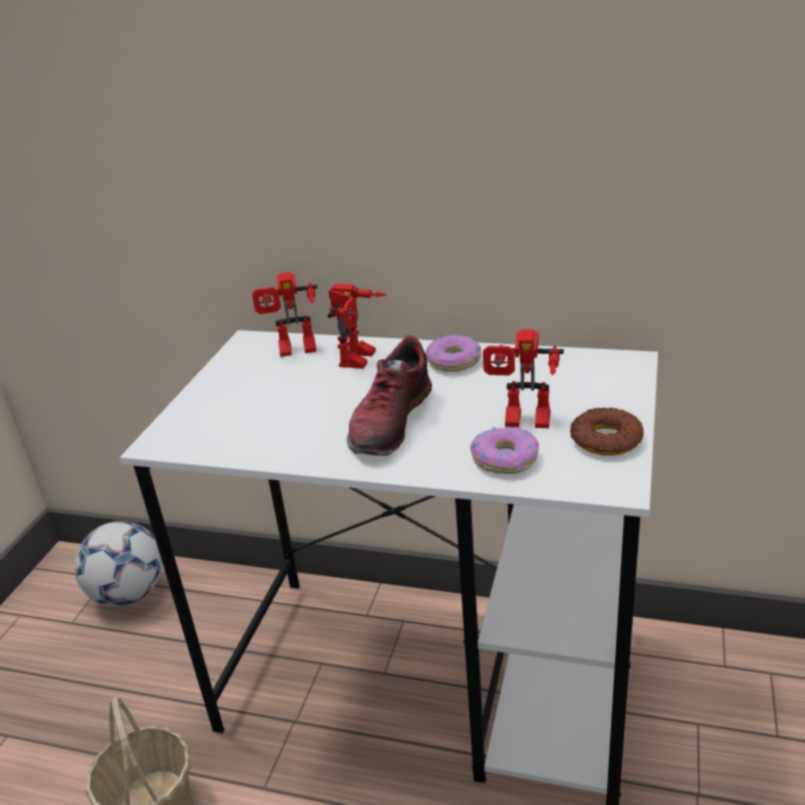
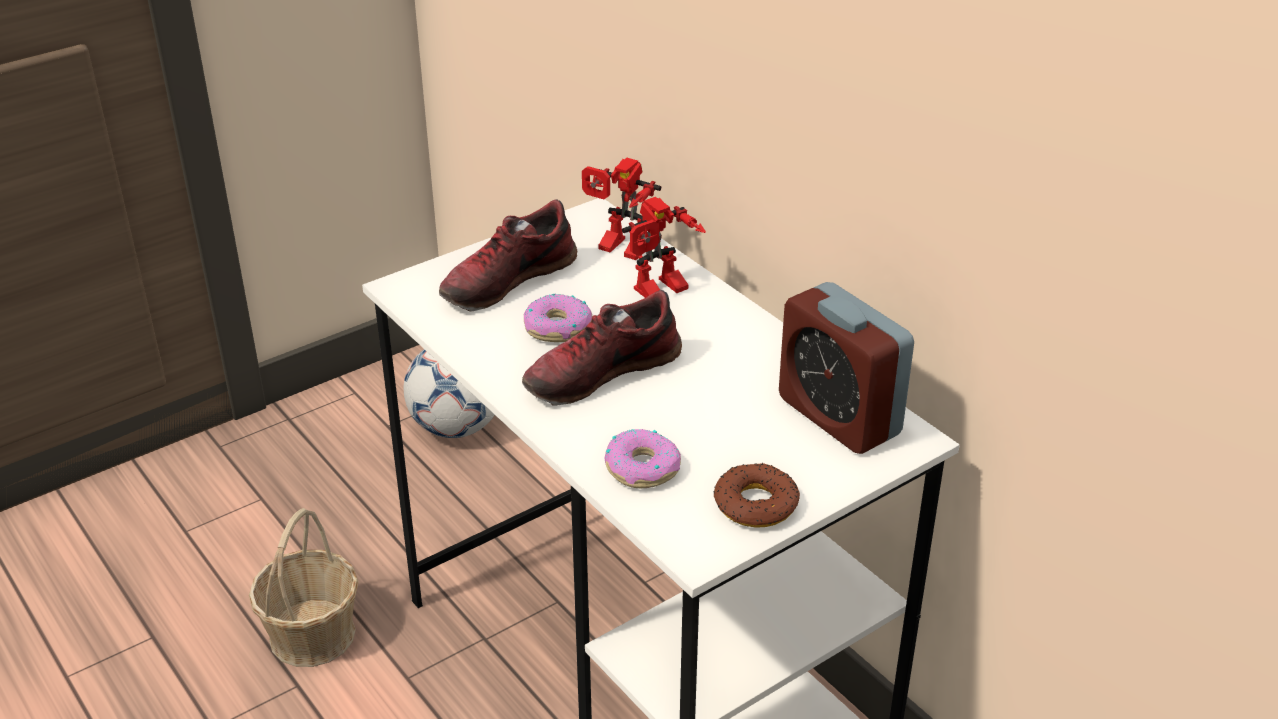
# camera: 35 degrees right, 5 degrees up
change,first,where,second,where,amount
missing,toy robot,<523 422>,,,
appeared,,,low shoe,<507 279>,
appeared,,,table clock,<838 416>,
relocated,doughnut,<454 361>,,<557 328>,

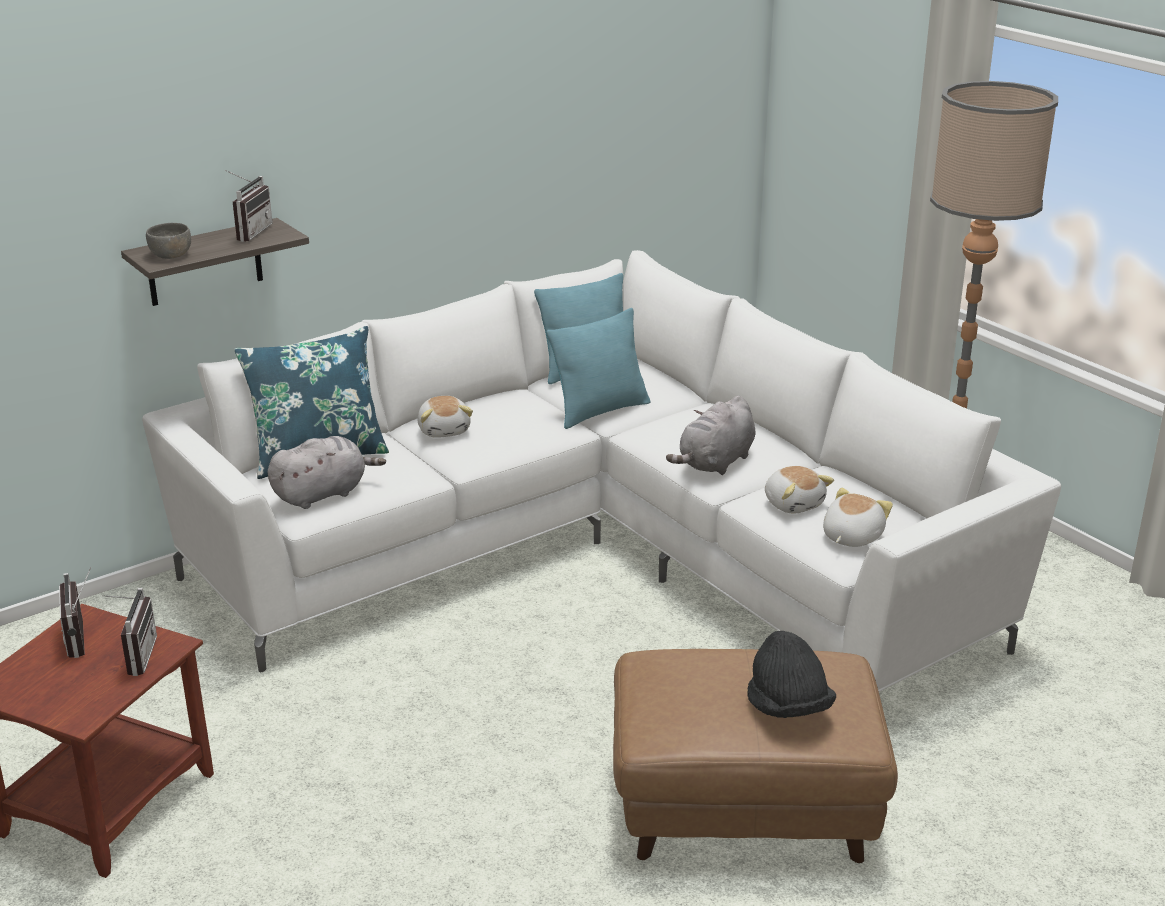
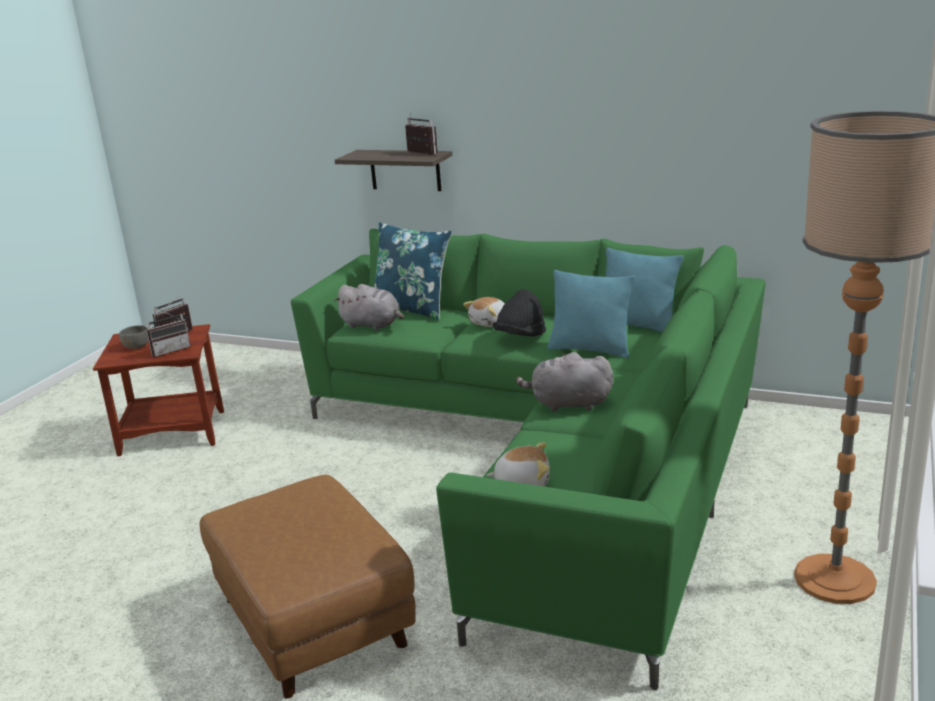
# camera: 60 degrees right, 5 degrees down
change,first,where,second,where,amount
missing,soft toy,<794 503>,,,
relocated,bowl in gray,<171 255>,,<136 346>,
relocated,clothing hat in black-coloured,<788 707>,,<520 336>,
colour,sofa in whitish,<598 554>,sofa in greenish,<555 458>,
spun,radio receiver,<249 232>,,<419 154>,120 degrees counterclockwise

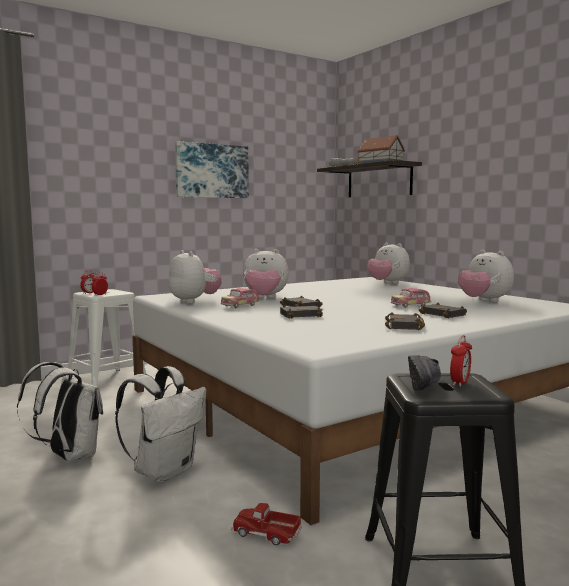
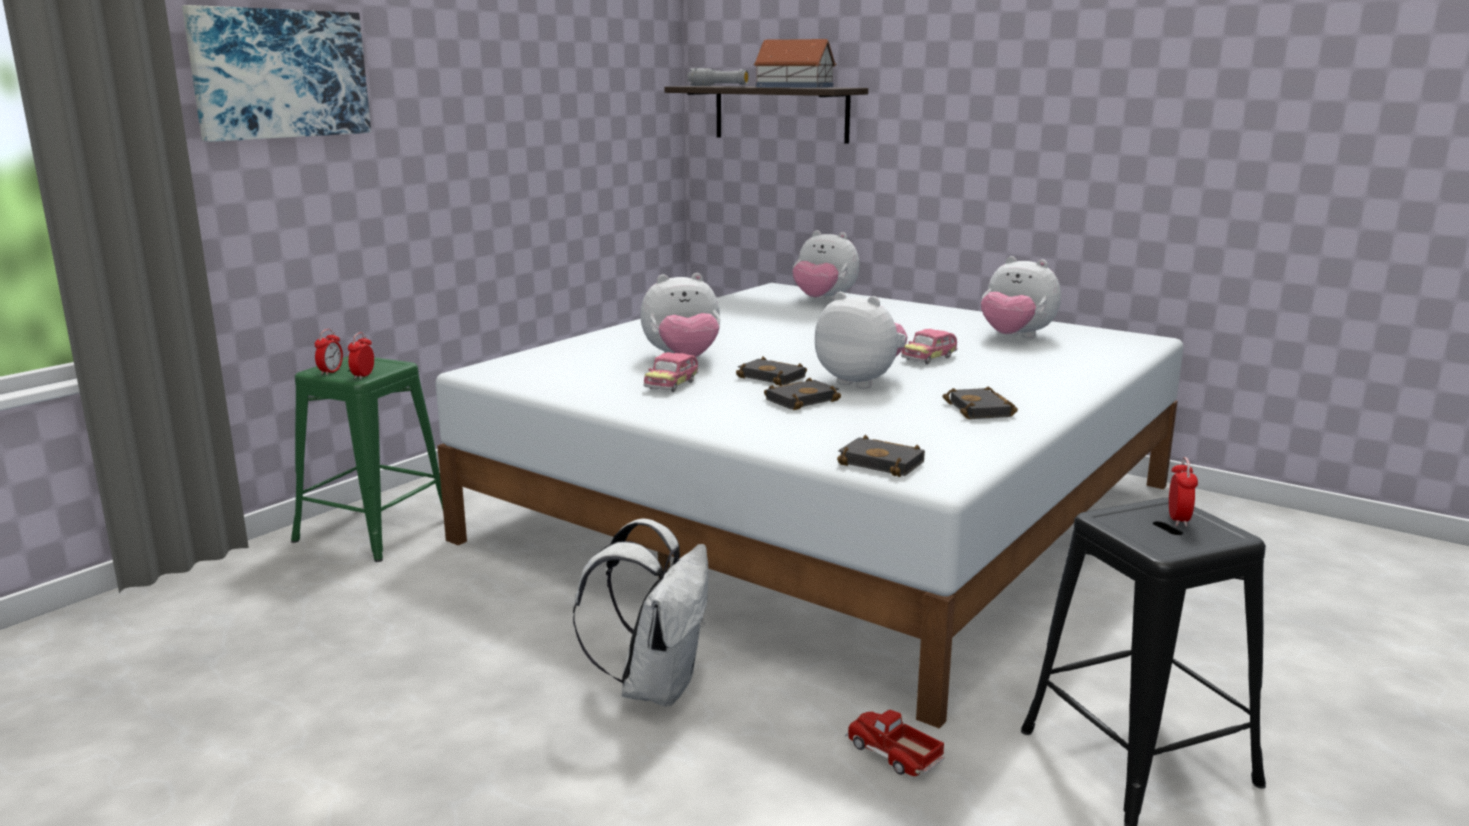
# camera: 20 degrees left, 10 degrees up
change,first,where,second,where,amount
missing,knapsack in whitish,<69 456>,,,
missing,low shoe in black-coloured,<426 385>,,,
relocated,soft toy,<194 301>,,<860 381>,
relocated,picture,<211 171>,,<280 74>,
relocated,volume in black-coloured,<444 314>,,<884 463>,
colour,stool in whitish,<107 381>,stool in greenish,<374 529>,
spun,model truck,<266 533>,,<893 753>,45 degrees clockwise

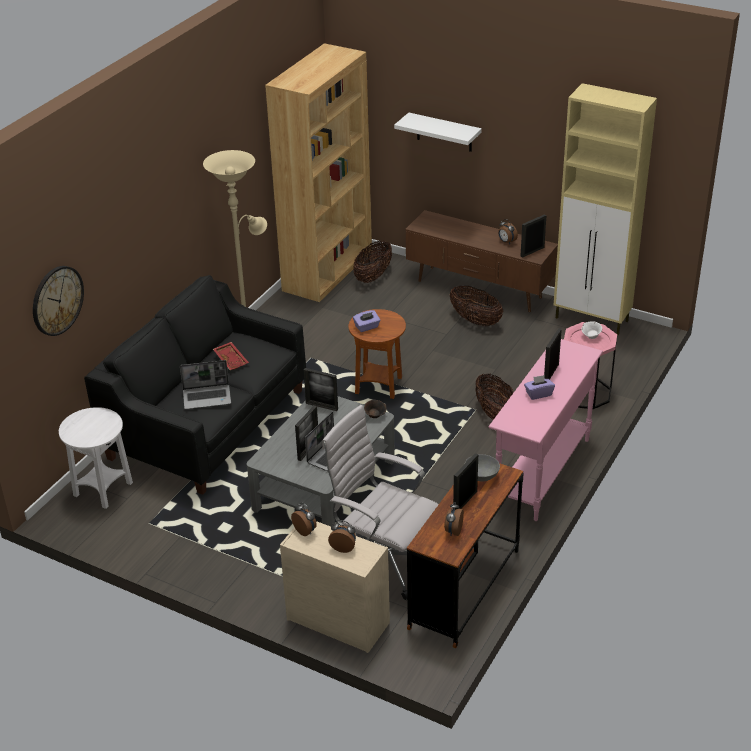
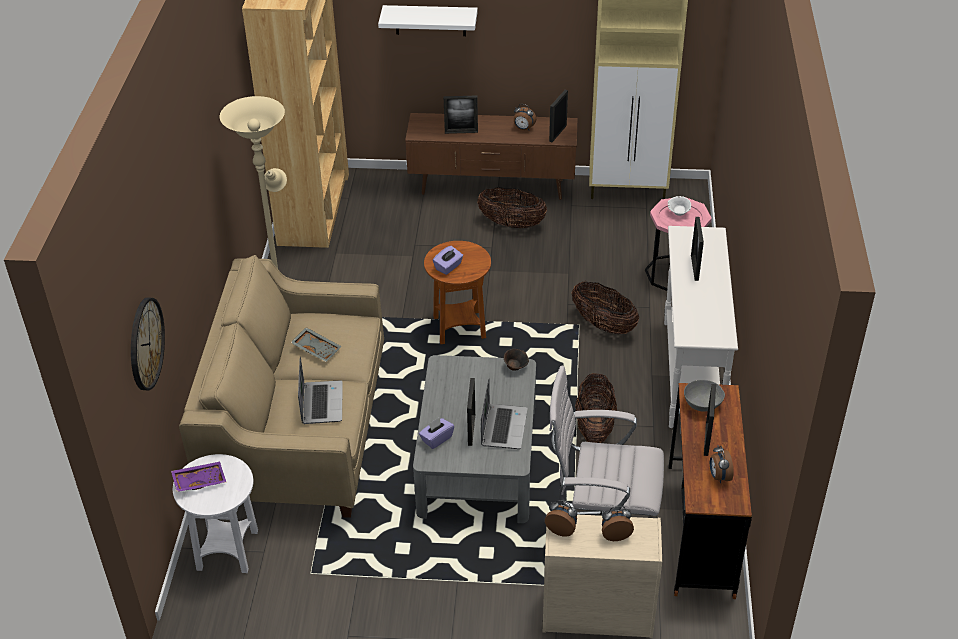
# camera: 25 degrees left, 5 degrees up
change,first,where,second,where,amount
appeared,,,serving tray in purplish,<199 480>,
relocated,standing frame,<322 406>,,<461 132>,
relocated,basket,<373 276>,,<594 426>,
relocated,tissue box in purplish,<538 394>,,<436 439>,
colour,sofa in black-coloured,<207 424>,sofa in beige-coloured,<298 431>,
colour,serving tray in red,<231 360>,serving tray in gray,<317 348>,
colour,hall table in pink-coloured,<542 472>,hall table in whitish,<690 374>,
spun,notebook computer,<207 397>,,<321 403>,60 degrees counterclockwise

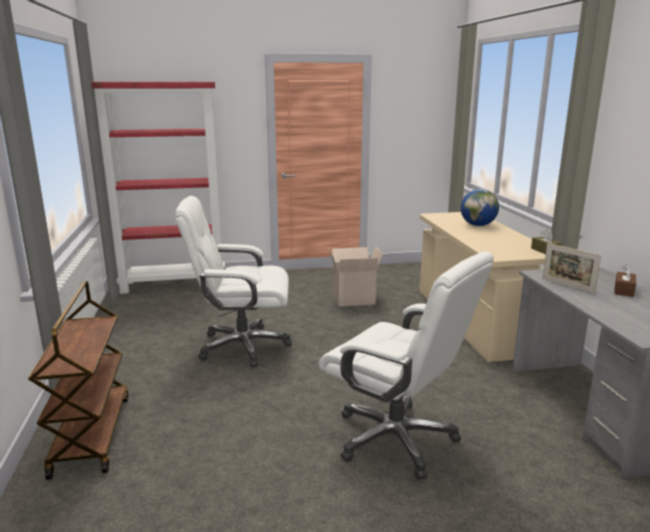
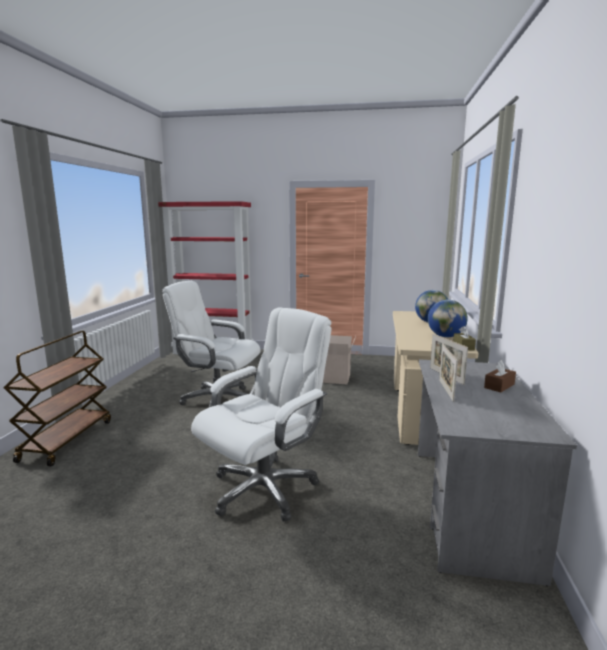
# camera: 20 degrees right, 5 degrees down
change,first,where,second,where,amount
appeared,,,desk globe,<445 336>,
appeared,,,standing frame,<446 390>,
spun,computer chair in whitish,<396 438>,,<264 488>,105 degrees counterclockwise

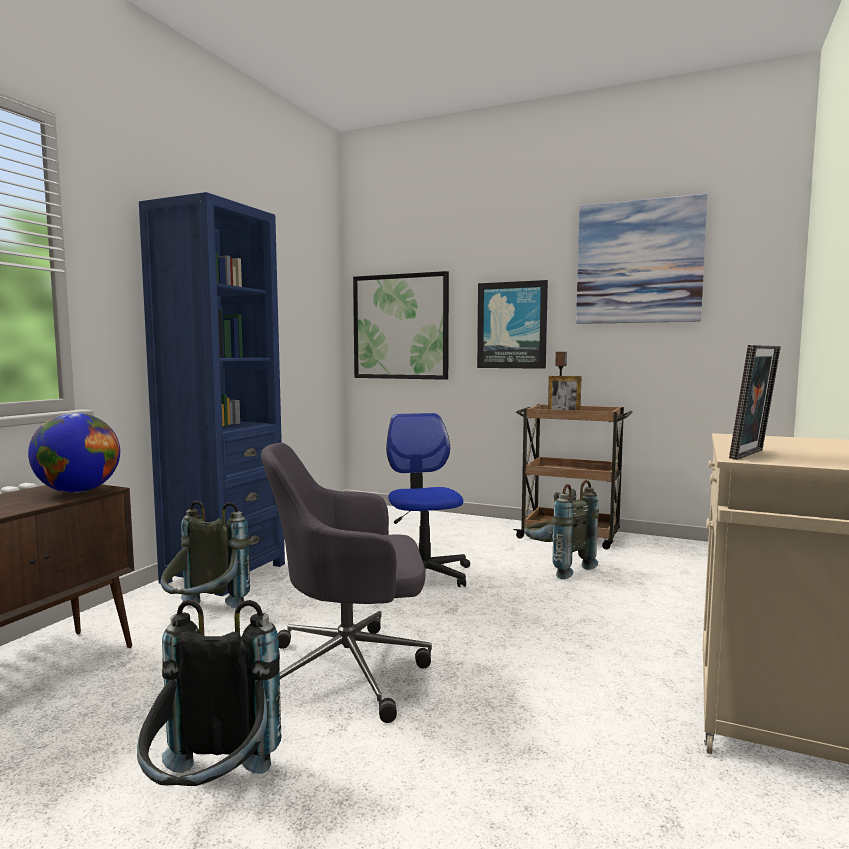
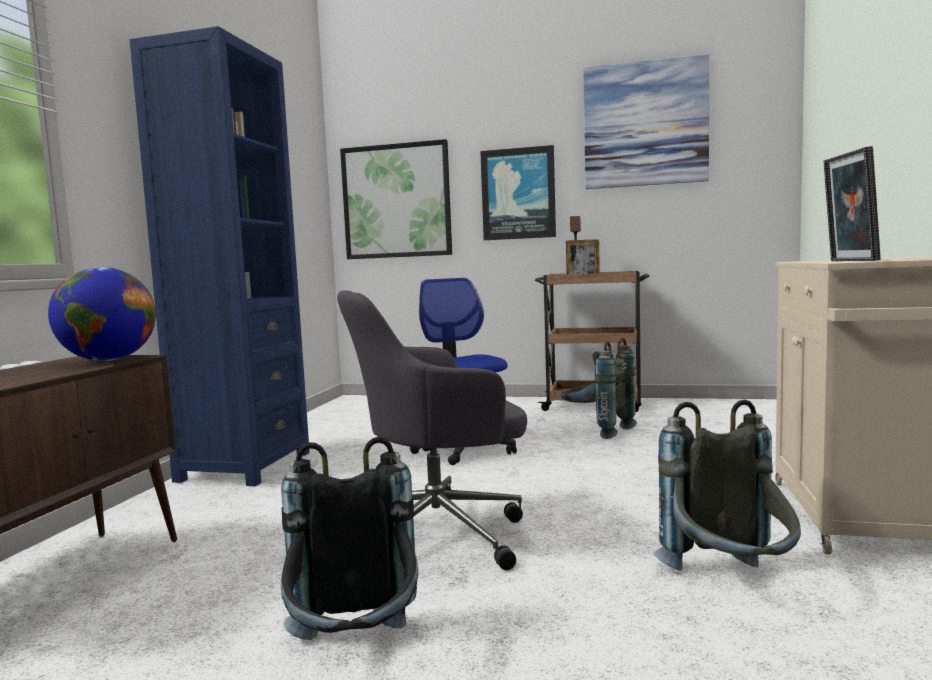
# camera: 10 degrees left, 0 degrees up
change,first,where,second,where,amount
relocated,knapsack in gray,<204 615>,,<730 585>,
spun,standing frame,<752 455>,,<848 261>,150 degrees clockwise

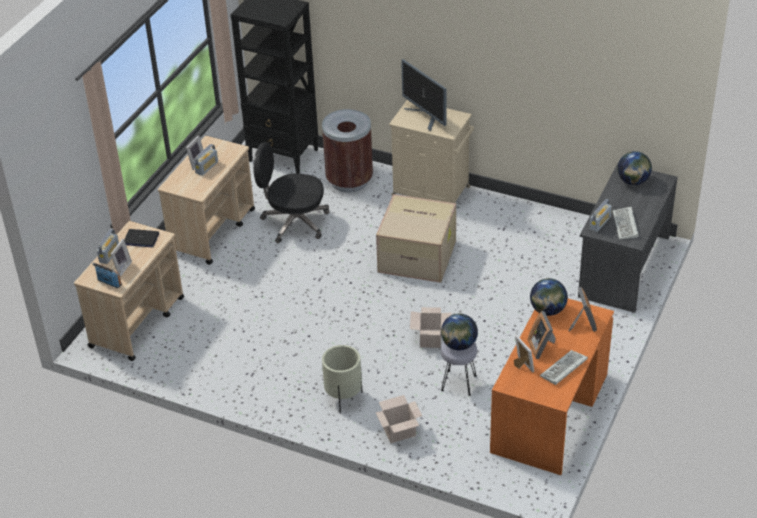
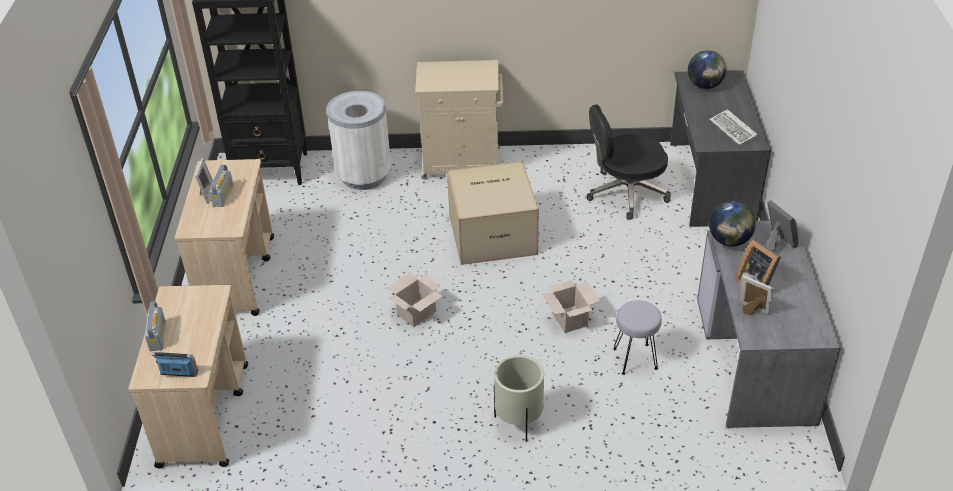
# camera: 25 degrees left, 0 degrees up
change,first,where,second,where,amount
missing,standing frame,<121 268>,,,
missing,notebook computer,<141 239>,,,
missing,monitor,<426 117>,,,
missing,desk globe,<459 345>,,,
missing,keyboard,<563 369>,,,
missing,radio receiver,<600 223>,,,
relocated,computer chair in black-coloured,<294 222>,,<625 193>,
relocated,packing box,<398 432>,,<416 314>,
colour,waste bin in brown-coloured,<349 180>,waste bin in whitish,<364 176>,
colour,desk in orange-coloured,<550 414>,desk in gray,<756 360>,

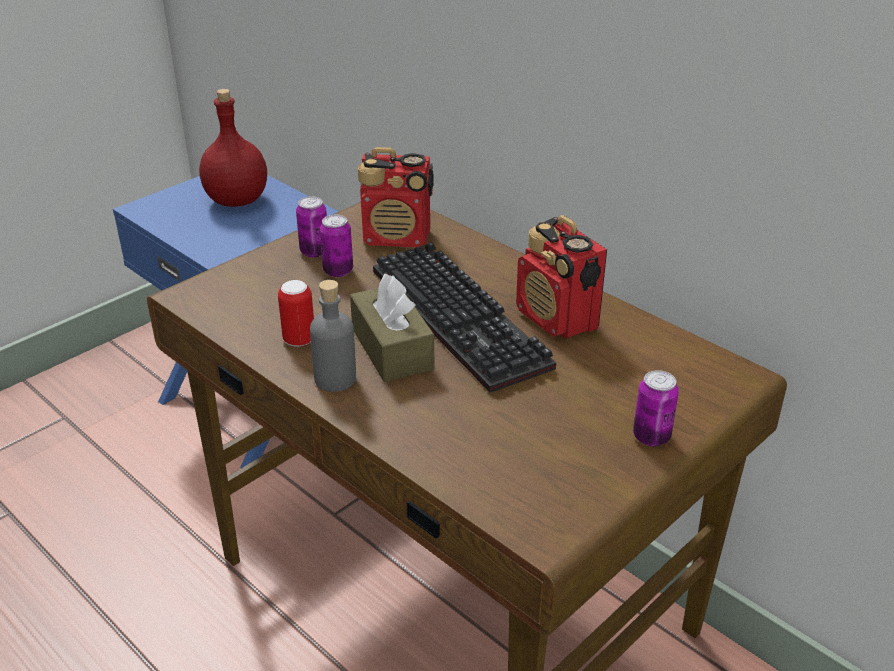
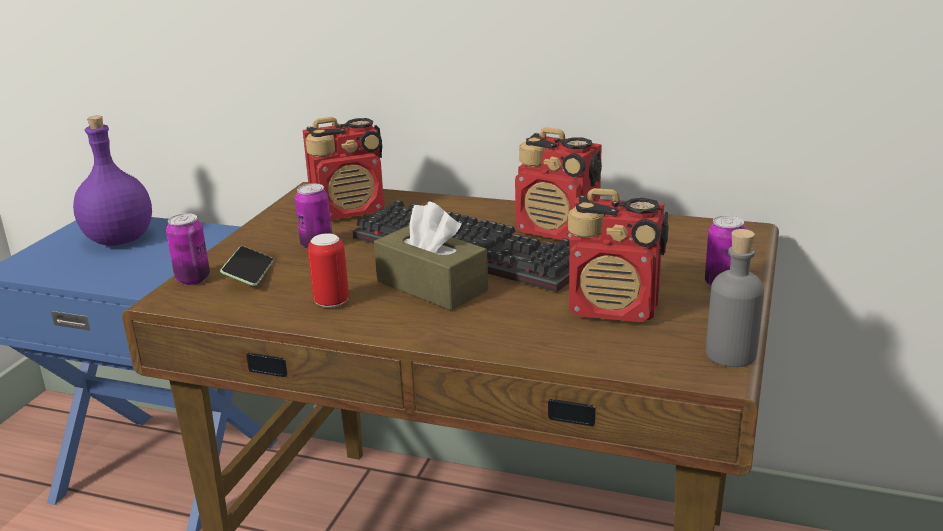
# camera: 25 degrees left, 10 degrees down
change,first,where,second,where,amount
appeared,,,phone,<249 276>,
appeared,,,radio receiver,<614 309>,
relocated,sealed can,<314 252>,,<193 279>,
relocated,drink bottle in gray,<335 379>,,<731 354>,
colour,drink bottle in red,<238 200>,drink bottle in purplish,<121 240>,

